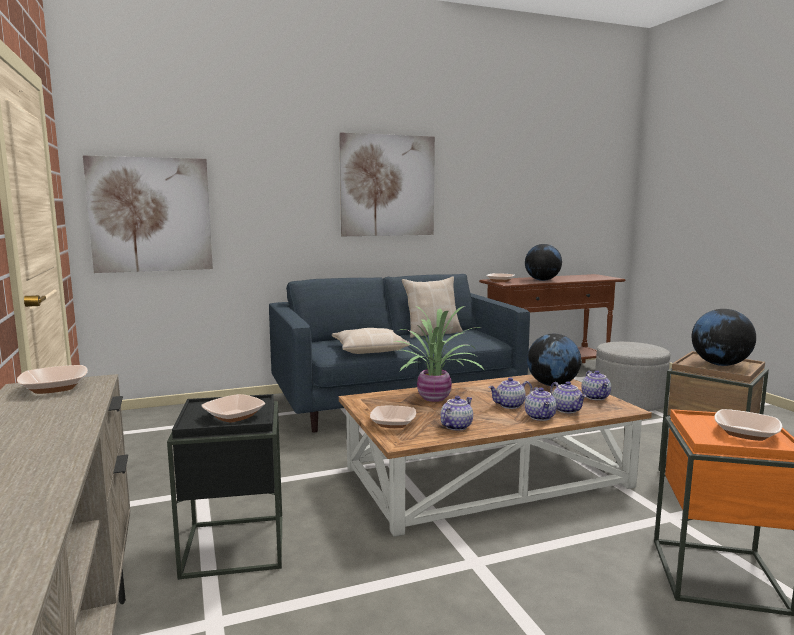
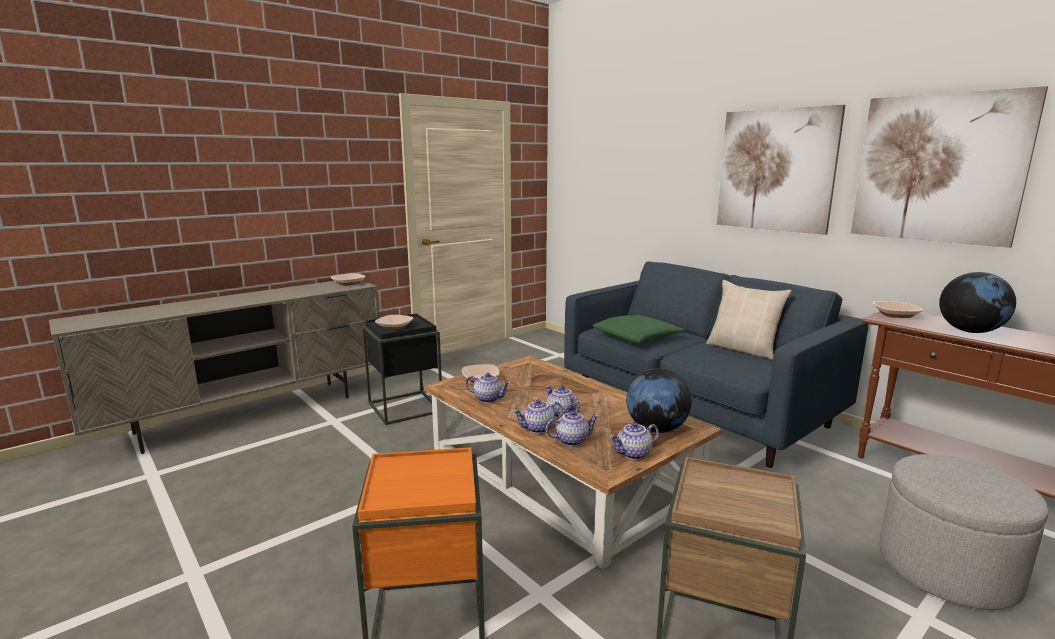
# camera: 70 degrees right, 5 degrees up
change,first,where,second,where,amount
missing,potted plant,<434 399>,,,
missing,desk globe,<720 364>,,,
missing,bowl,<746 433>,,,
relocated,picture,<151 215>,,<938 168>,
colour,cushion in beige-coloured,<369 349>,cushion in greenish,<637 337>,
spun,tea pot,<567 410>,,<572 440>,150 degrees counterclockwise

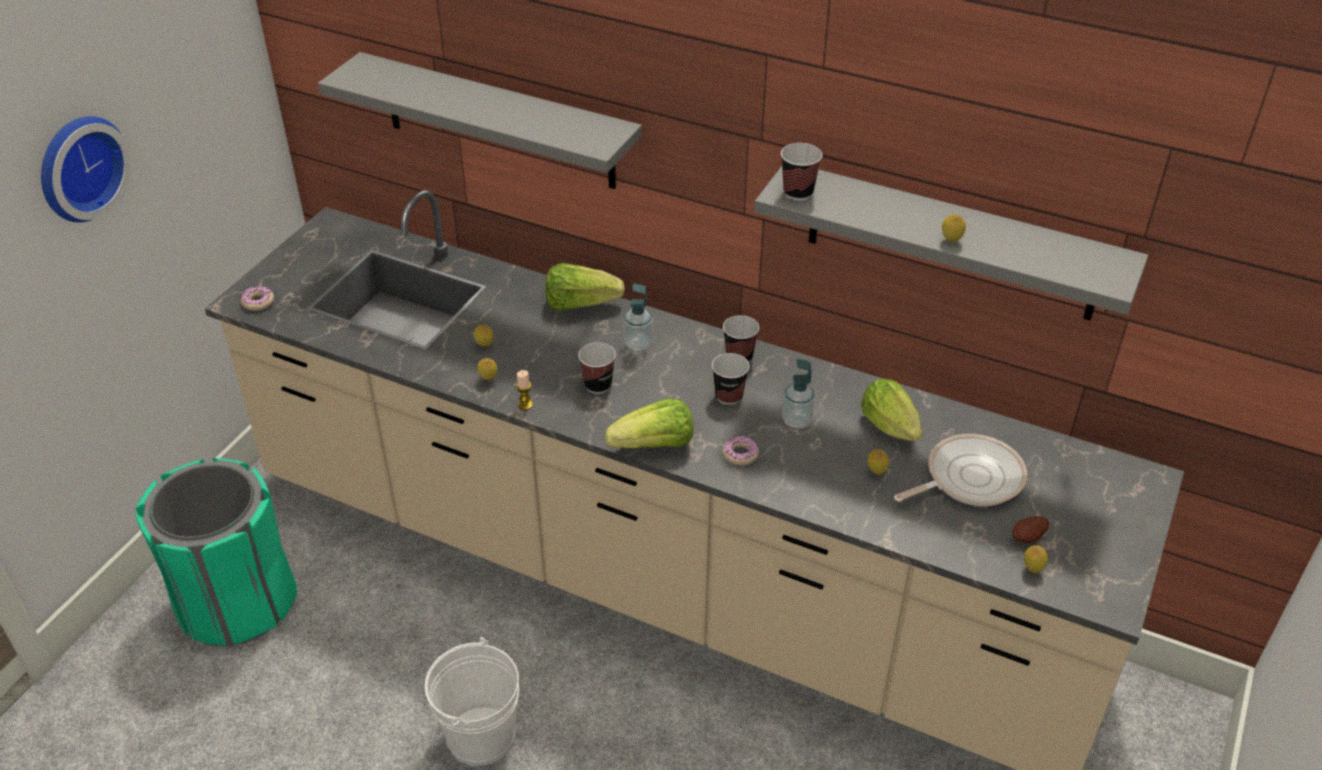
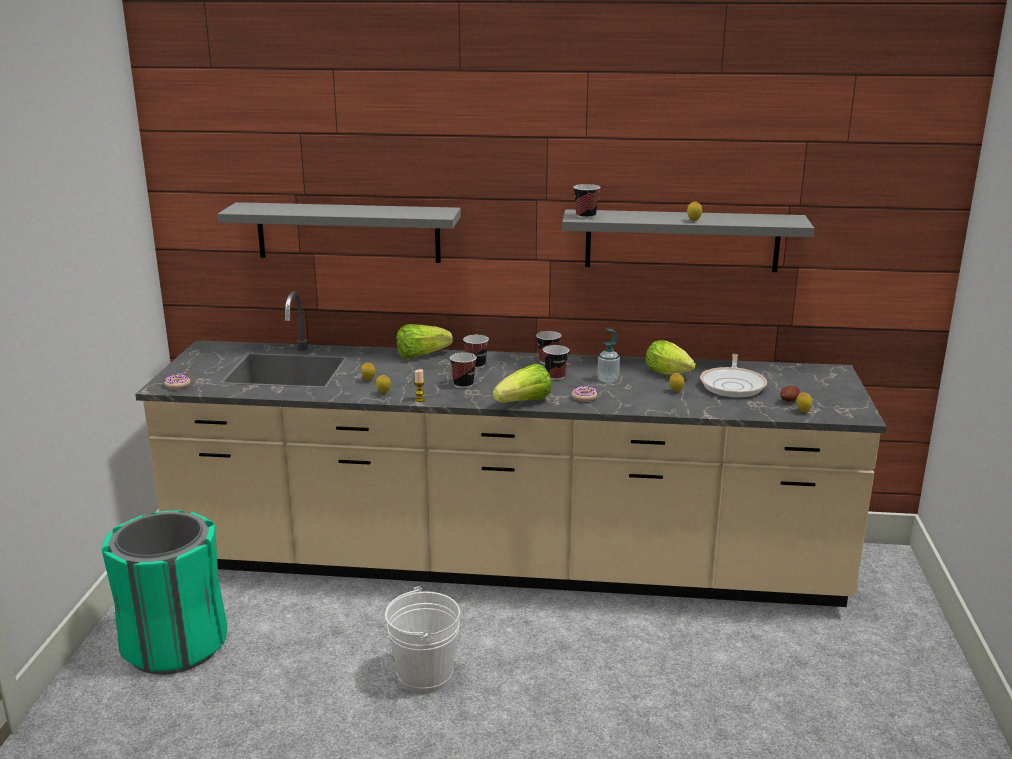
# camera: 20 degrees left, 20 degrees down
change,first,where,second,where,amount
missing,clock on the wall,<78 167>,,,
exchanged,soap bottle,<638 344>,drinking cup,<476 365>,
spun,skillet,<969 478>,,<733 385>,150 degrees clockwise

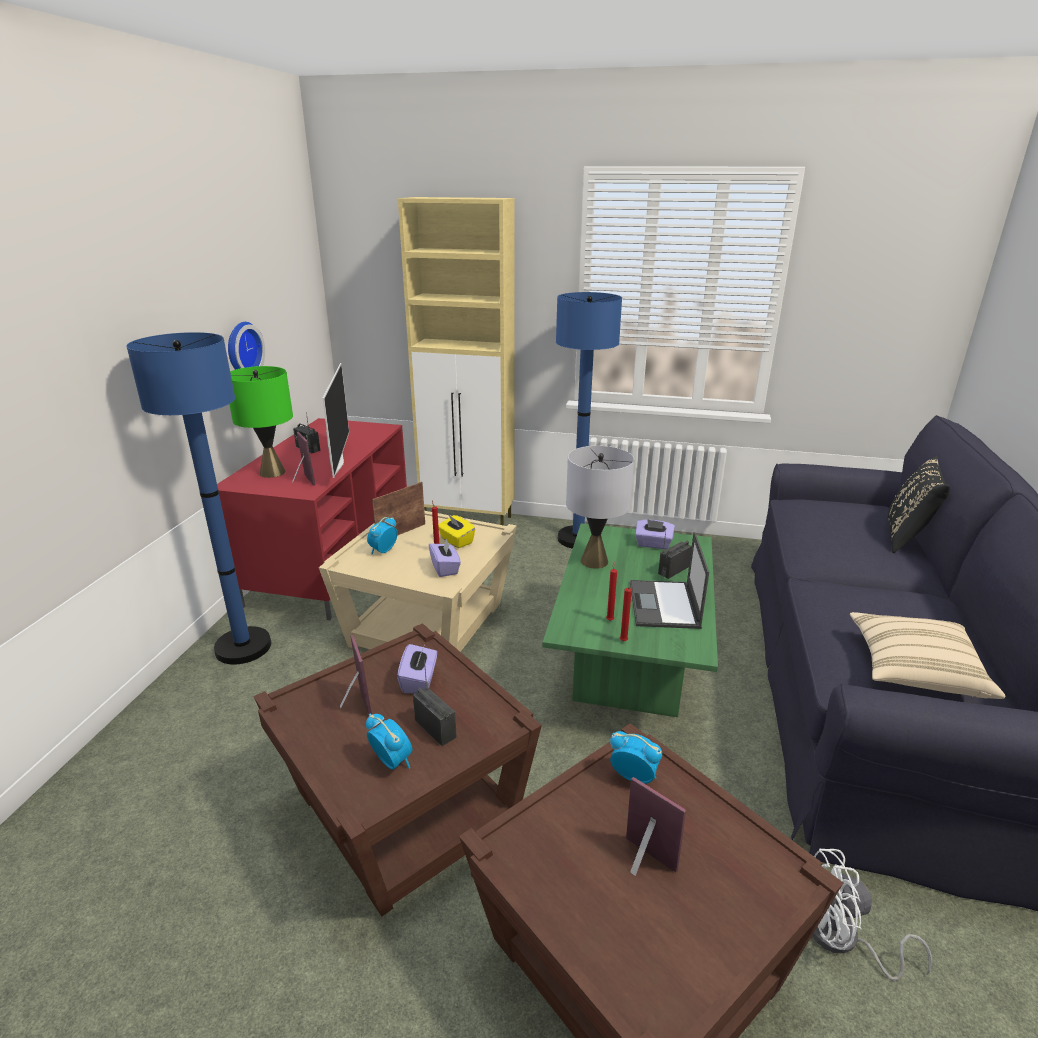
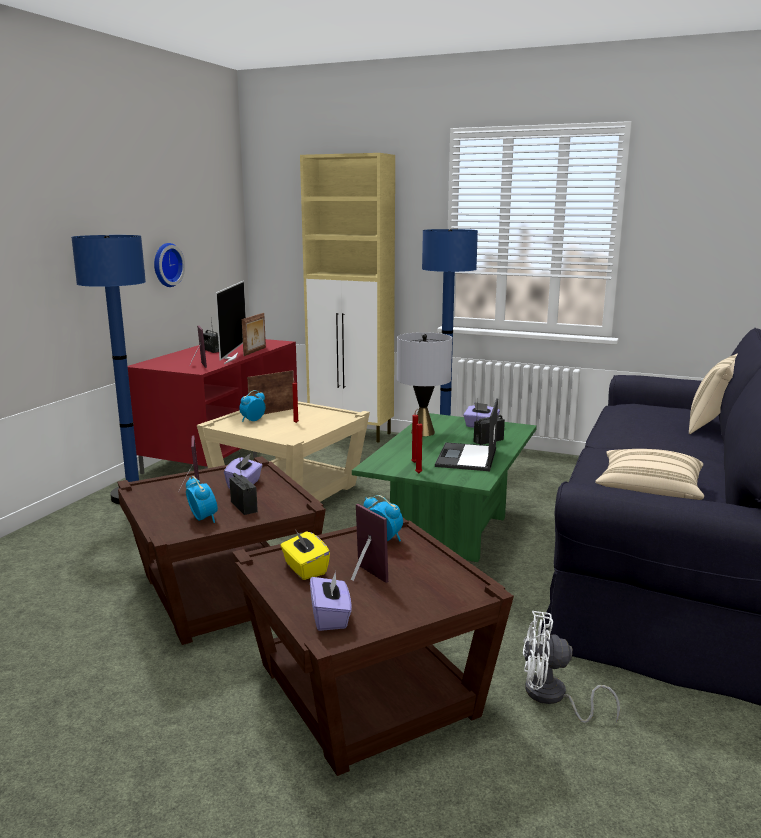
# camera: 10 degrees right, 10 degrees down
change,first,where,second,where,amount
missing,tabletop lamp in greenish,<272 472>,,,
appeared,,,standing frame,<255 351>,
relocated,tissue box in purplish,<445 568>,,<330 617>,
relocated,tissue box in yellow,<456 541>,,<305 569>,
colour,cushion in black-coloured,<907 538>,cushion in beige-coloured,<711 427>,

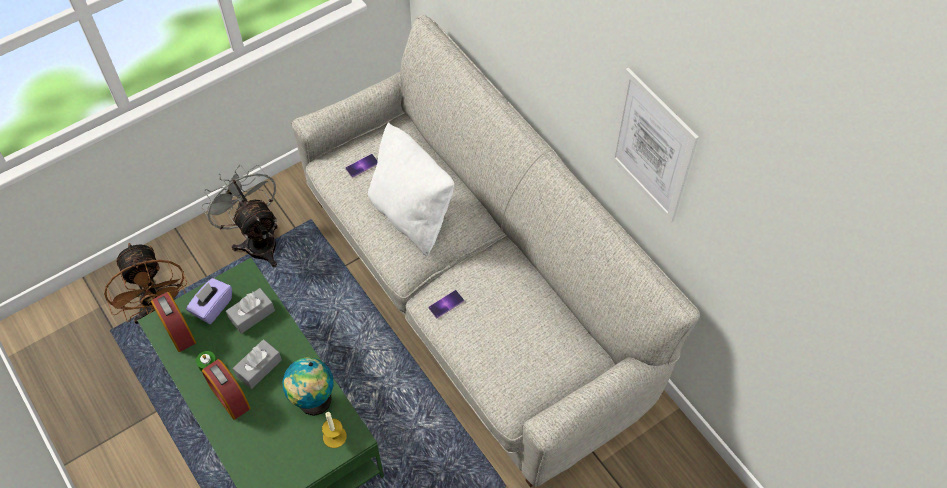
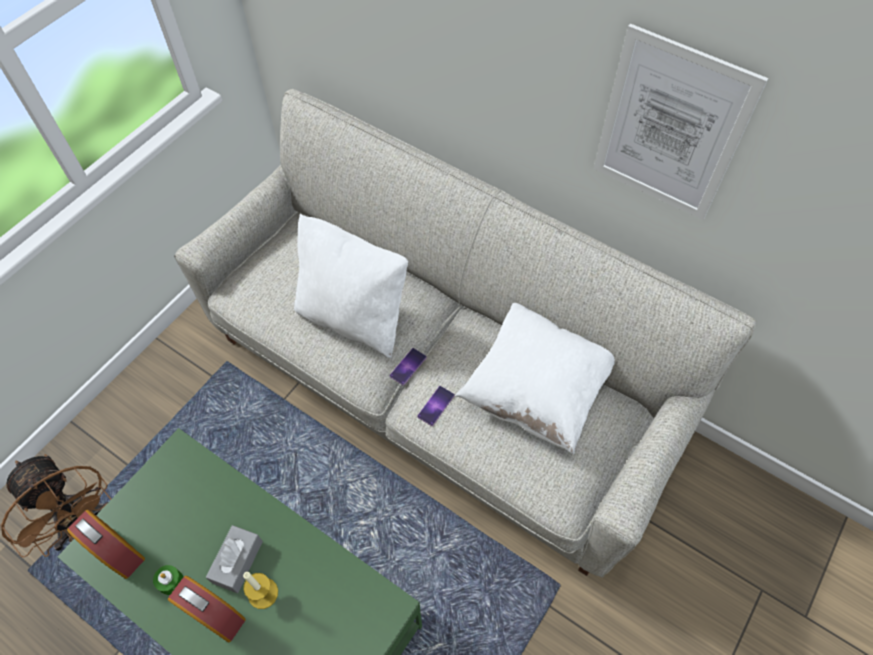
# camera: 20 degrees left, 0 degrees up
change,first,where,second,where,amount
missing,tissue box in purplish,<212 307>,,,
missing,electric fan in gray,<257 240>,,,
missing,tissue box in gray,<252 315>,,,
missing,desk globe,<313 402>,,,
appeared,,,cushion in whitish,<537 390>,
relocated,candle,<334 436>,,<263 593>,
relocated,phone,<362 165>,,<408 366>,

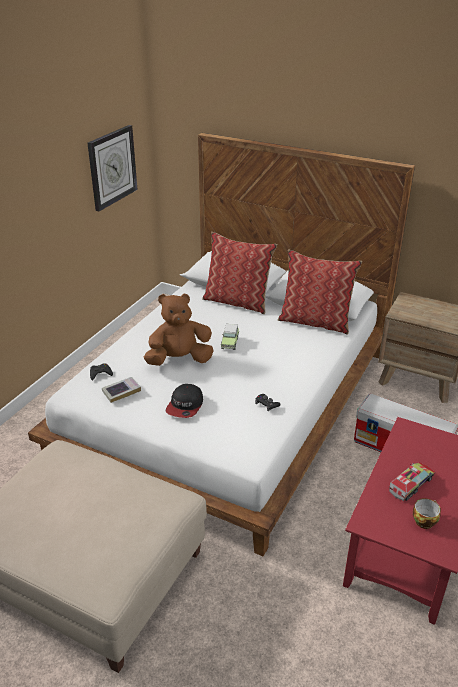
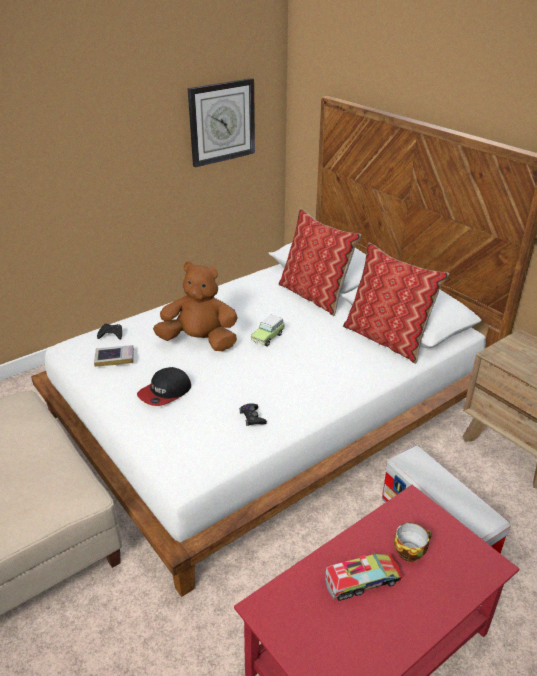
# camera: 25 degrees right, 0 degrees up
change,first,where,second,where,amount
relocated,drinking cup,<424 520>,,<410 550>,

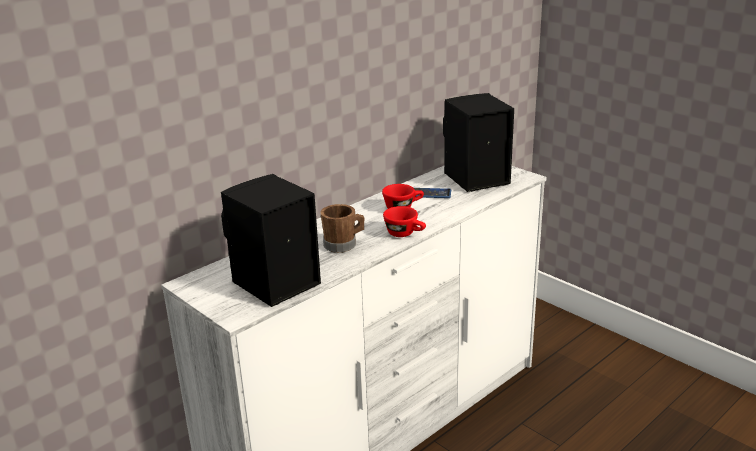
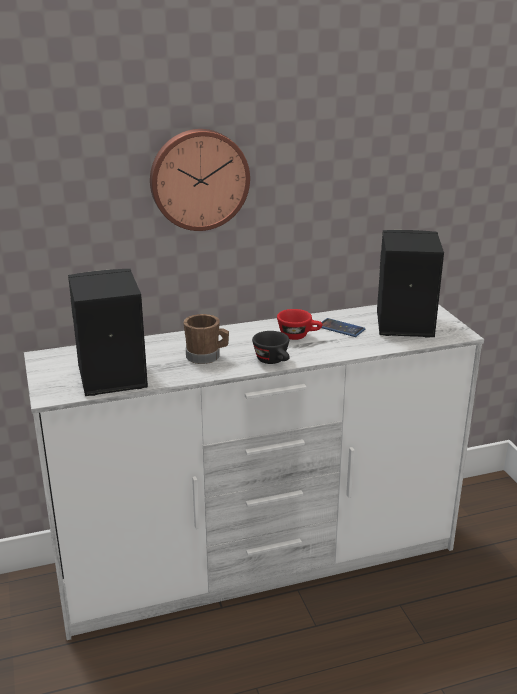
# camera: 25 degrees right, 0 degrees up
change,first,where,second,where,amount
appeared,,,clock on the wall,<199 179>,
colour,drinking cup in red,<405 234>,drinking cup in black-coloured,<274 361>,

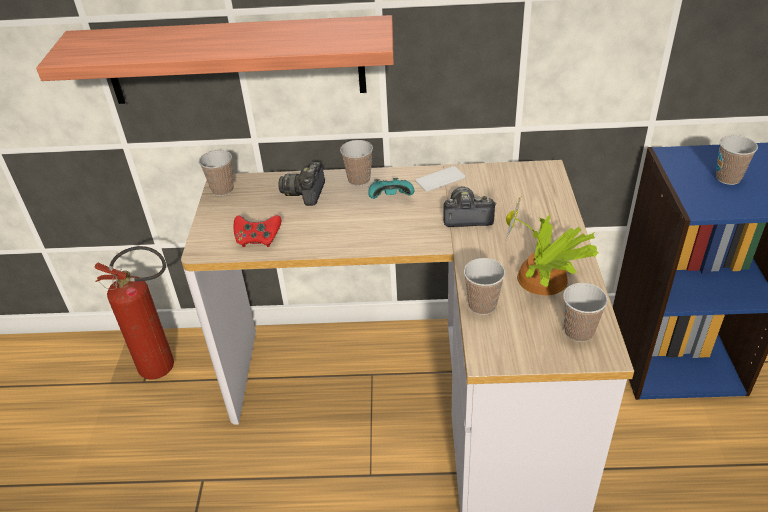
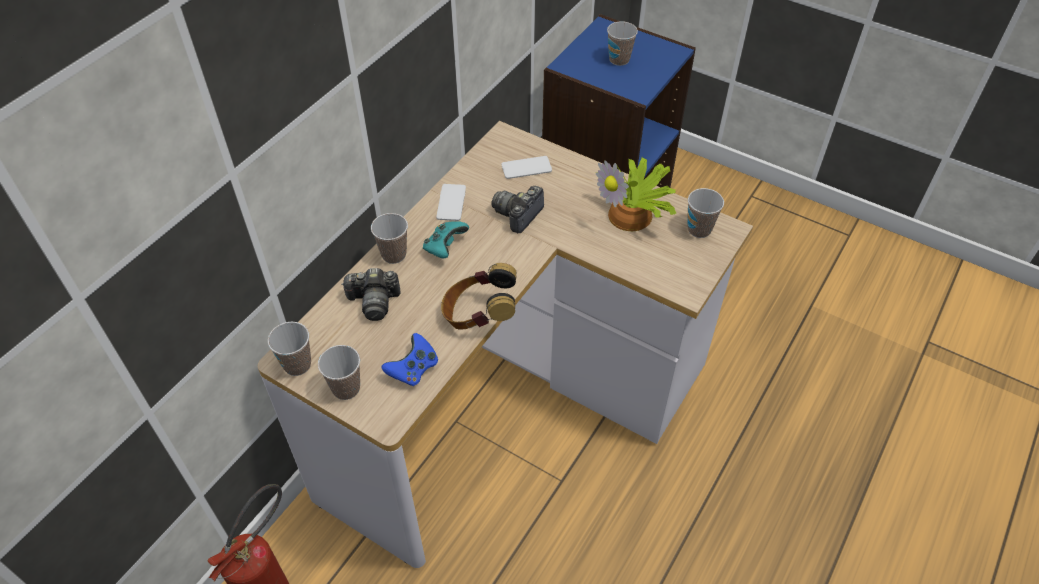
# camera: 60 degrees left, 10 degrees up
change,first,where,second,where,amount
missing,wall shelf,<235 61>,,,
appeared,,,headset,<479 316>,
appeared,,,phone,<526 168>,
relocated,drinking cup,<482 305>,,<346 388>,
colour,game controller in red,<258 239>,game controller in bluish,<413 369>,
spun,still camera,<306 193>,,<374 302>,45 degrees counterclockwise

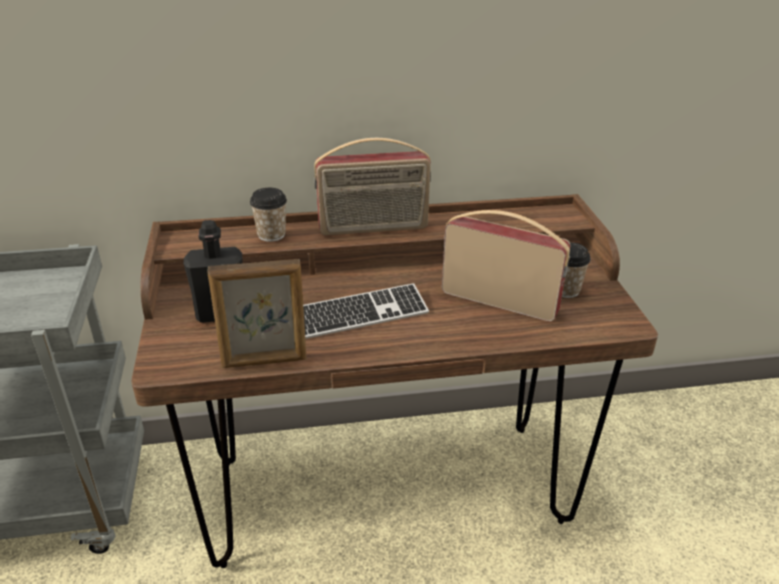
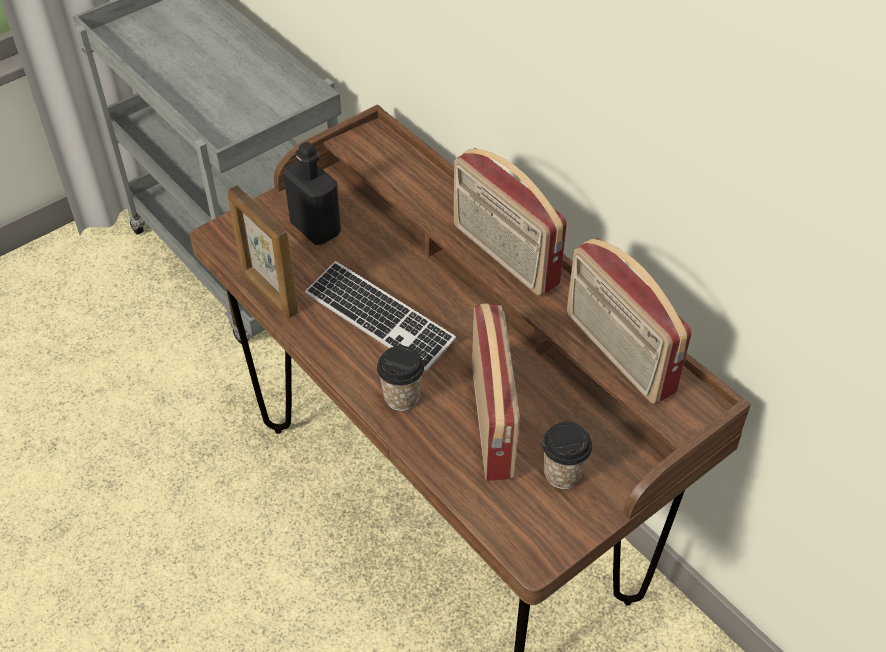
# camera: 60 degrees right, 15 degrees up
change,first,where,second,where,amount
appeared,,,radio receiver,<617 354>,
relocated,drinking cup,<271 235>,,<401 397>,

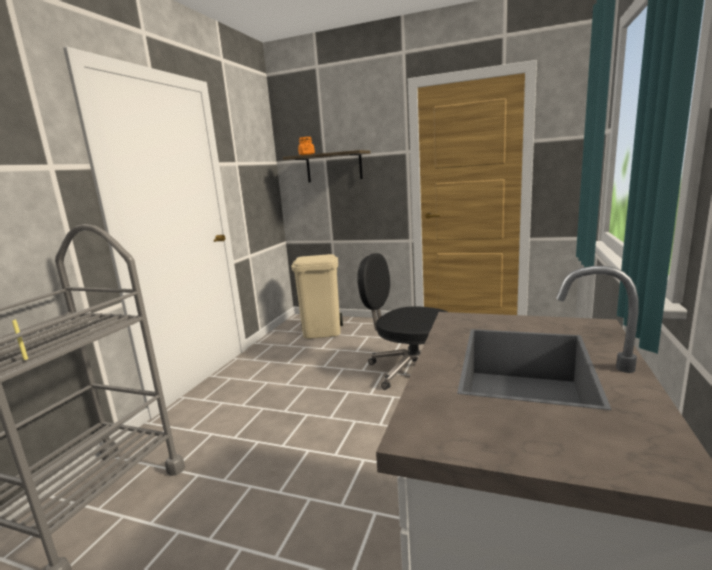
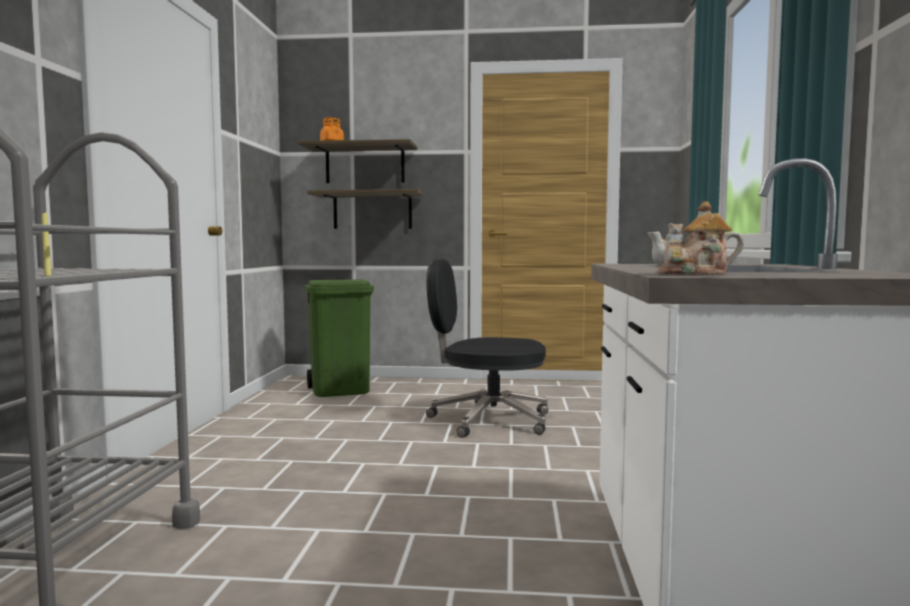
# camera: 15 degrees left, 10 degrees down
change,first,where,second,where,amount
appeared,,,wall shelf,<372 211>,
appeared,,,tea pot,<694 274>,
colour,waste bin in beige-coloured,<322 332>,waste bin in greenish,<341 390>,

